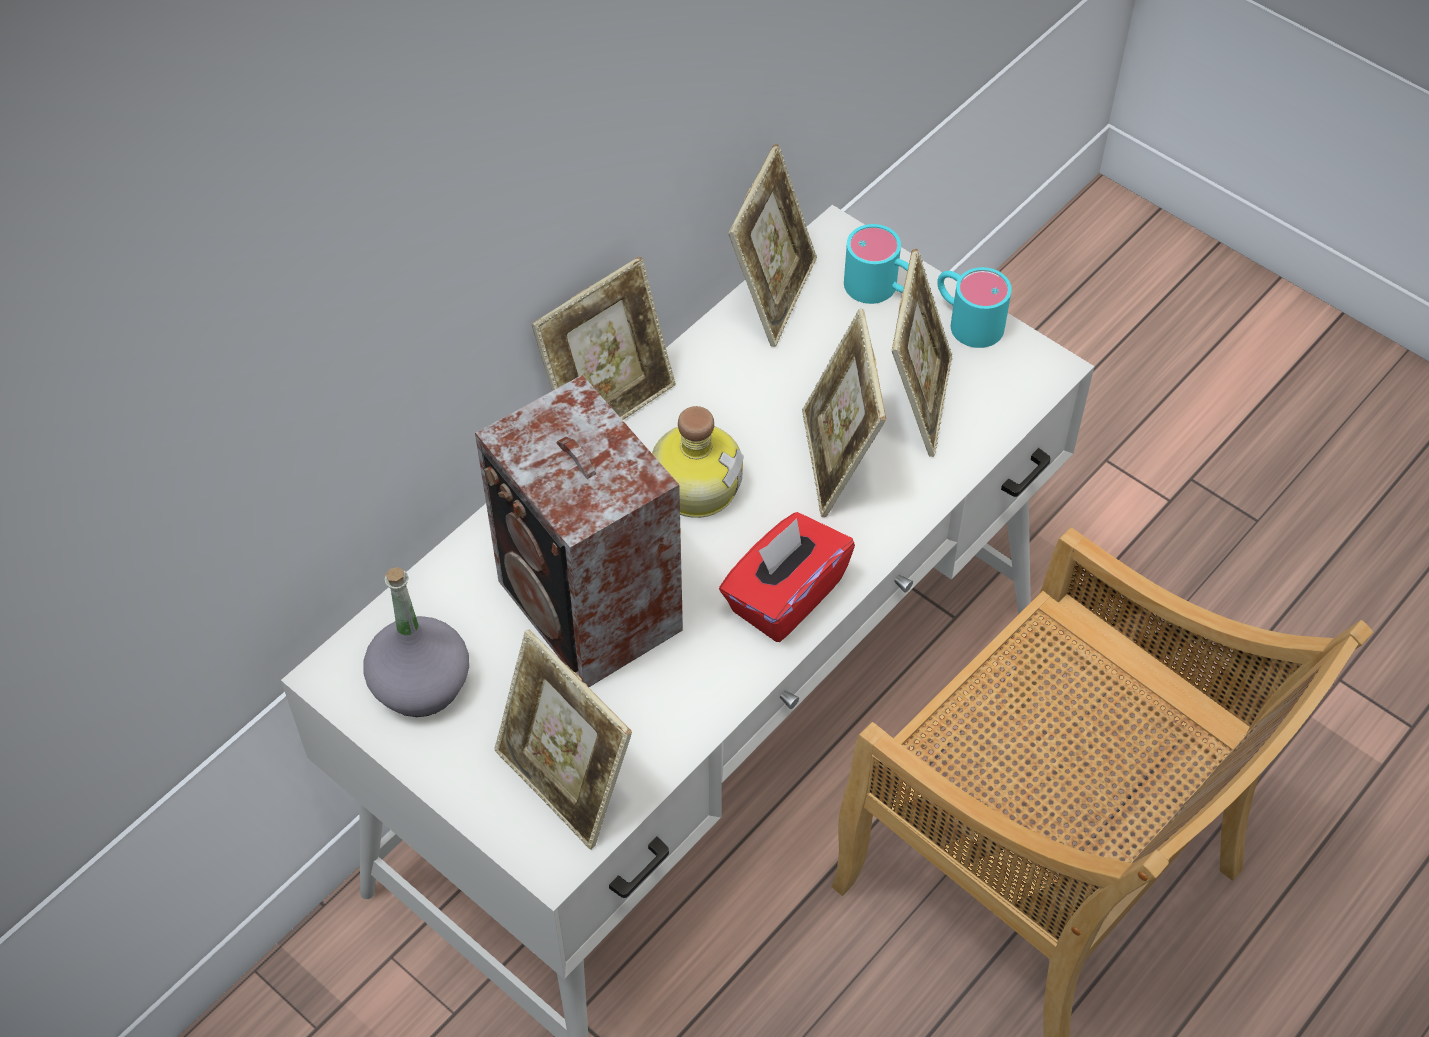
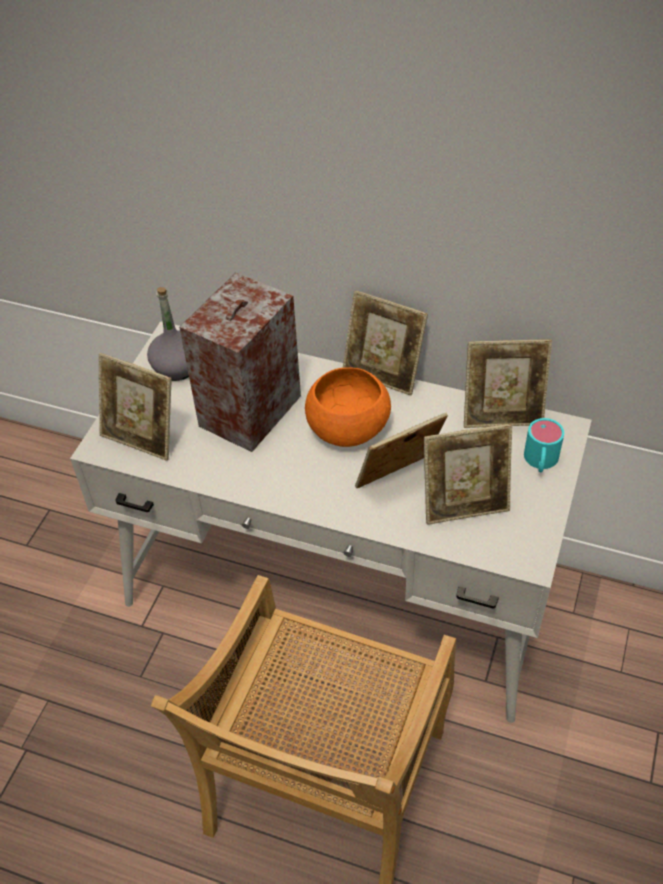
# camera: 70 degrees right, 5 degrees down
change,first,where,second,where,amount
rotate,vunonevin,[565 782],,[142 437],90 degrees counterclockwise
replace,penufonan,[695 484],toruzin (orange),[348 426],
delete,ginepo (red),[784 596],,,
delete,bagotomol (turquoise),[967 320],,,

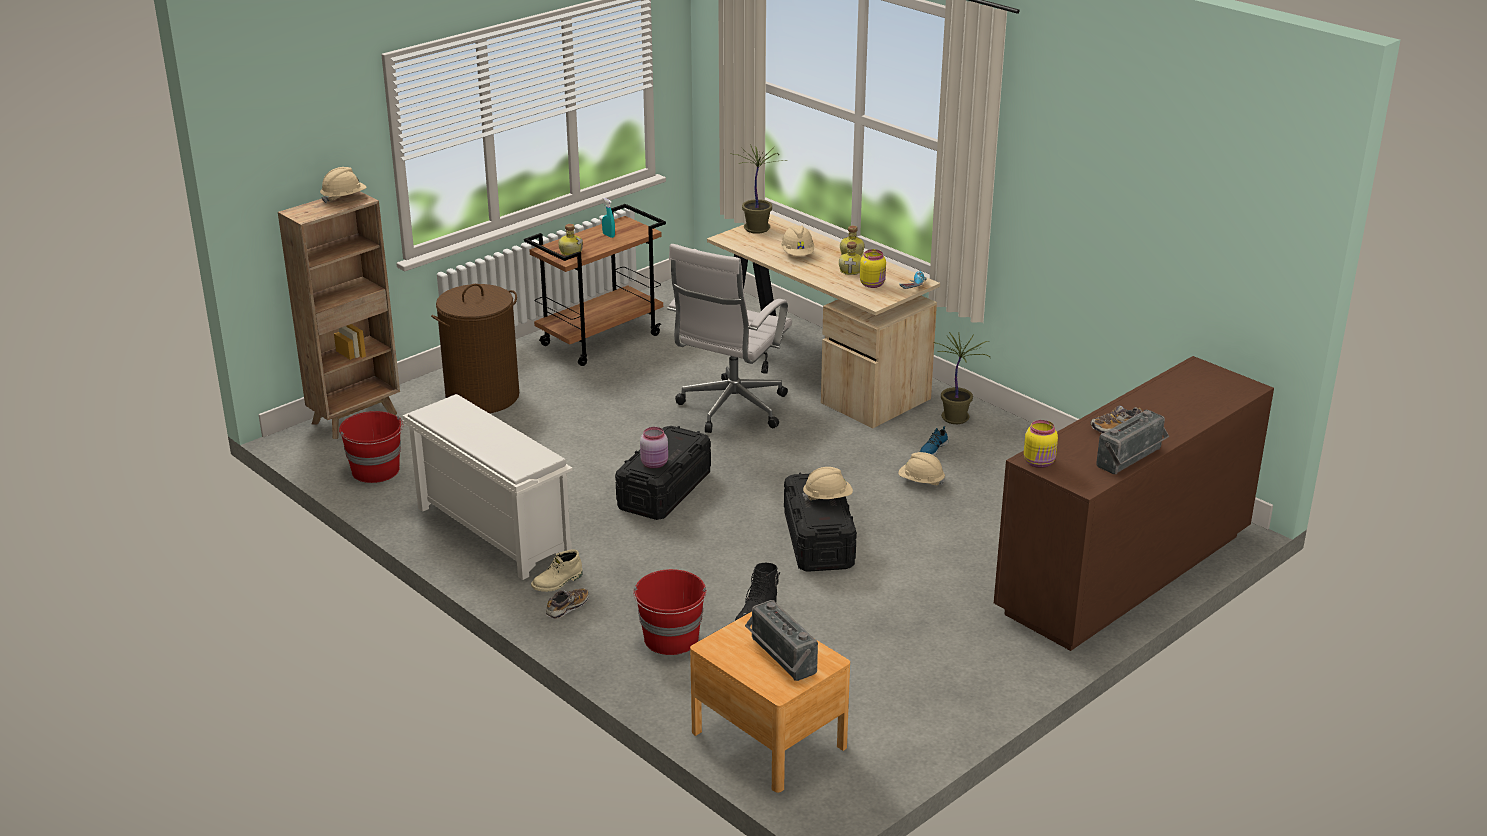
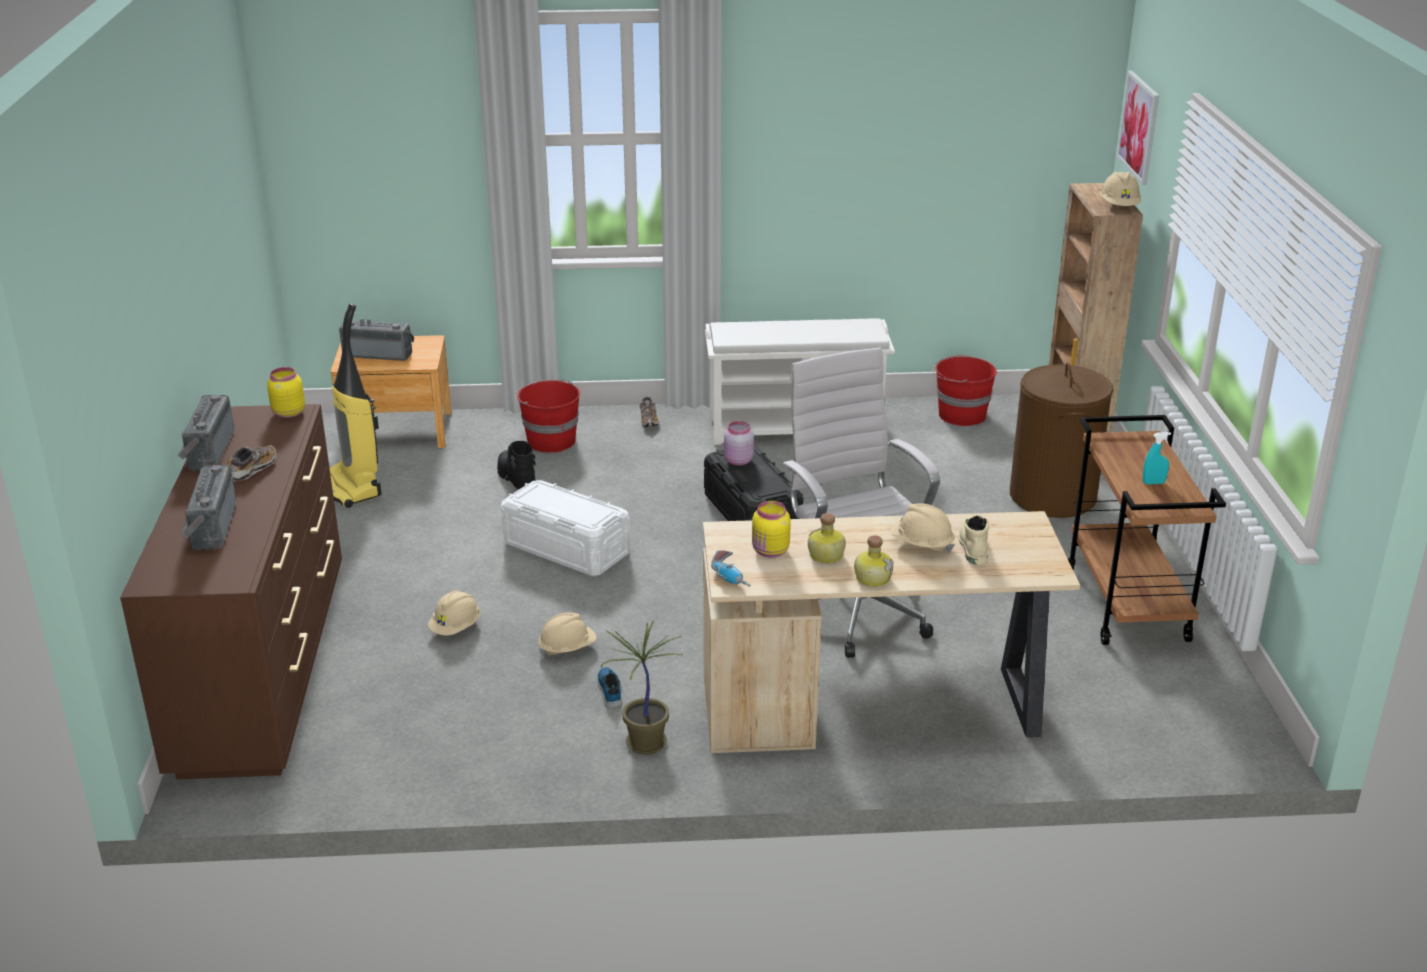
# camera: 130 degrees right, 0 degrees up
change,first,where,second,where,amount
move,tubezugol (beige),[557 582],,[972 545],
delete,penufonan,[570 252],,,
delete,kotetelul,[757 228],,,
recolor,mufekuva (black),[818 540],mufekuva (white),[566 548],
move,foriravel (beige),[827 497],,[456 628],
insert,,,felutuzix,[209 527],
insert,,,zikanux,[352 488],
insert,,,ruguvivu,[1139 127],

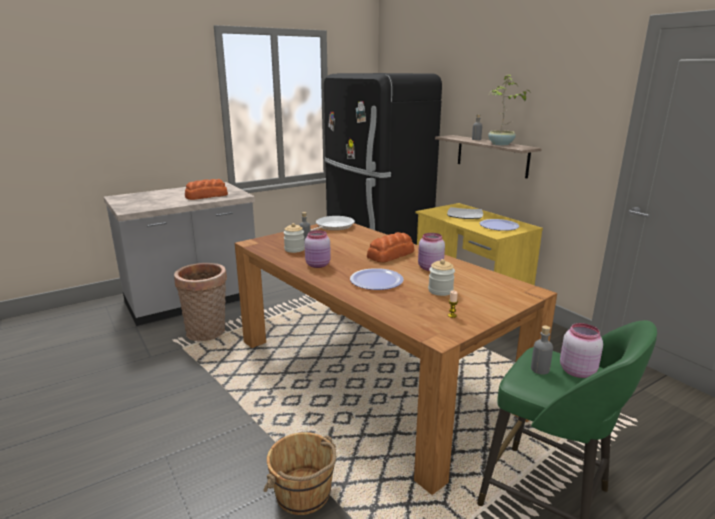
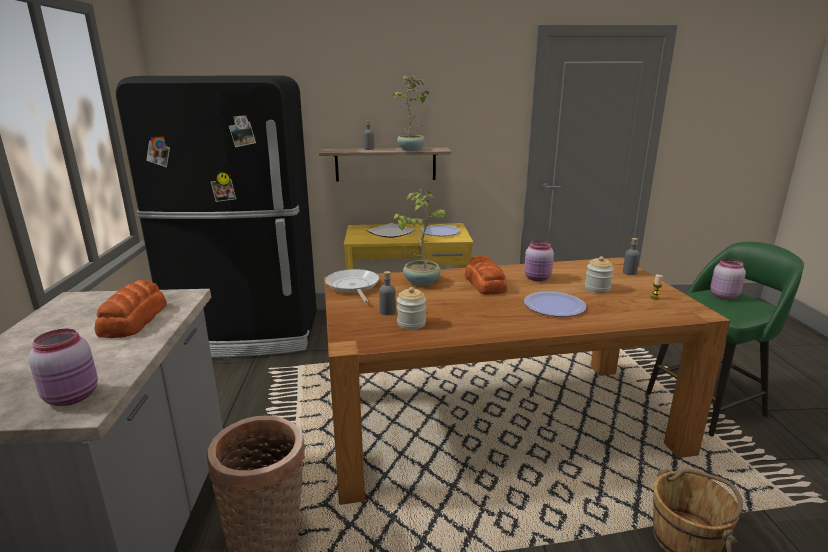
# camera: 60 degrees left, 0 degrees up
change,first,where,second,where,amount
move,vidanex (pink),[318 265],,[73 396],
move,penufonan (grey),[540 369],,[629 272],
insert,,,kotetelul,[421 282],

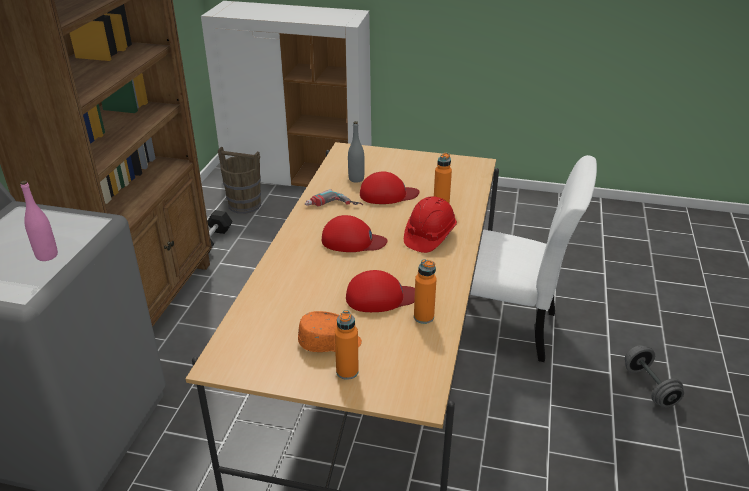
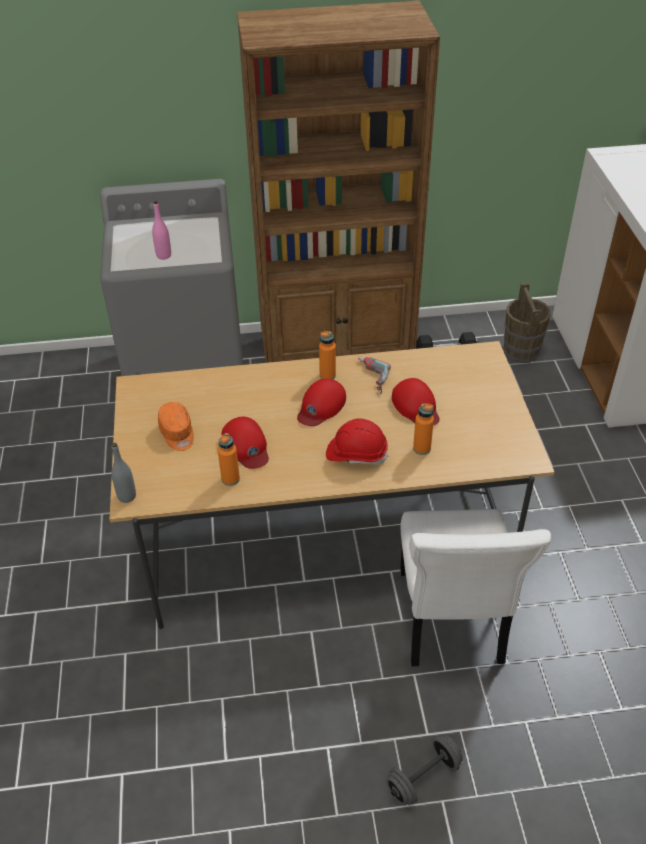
# camera: 70 degrees right, 10 degrees up
change,first,where,second,where,amount
rotate,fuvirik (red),[353 241],,[321 406],45 degrees clockwise
move,penufonan (orange),[347 371],,[327 375],
move,penufonan (grey),[356 179],,[127 496],

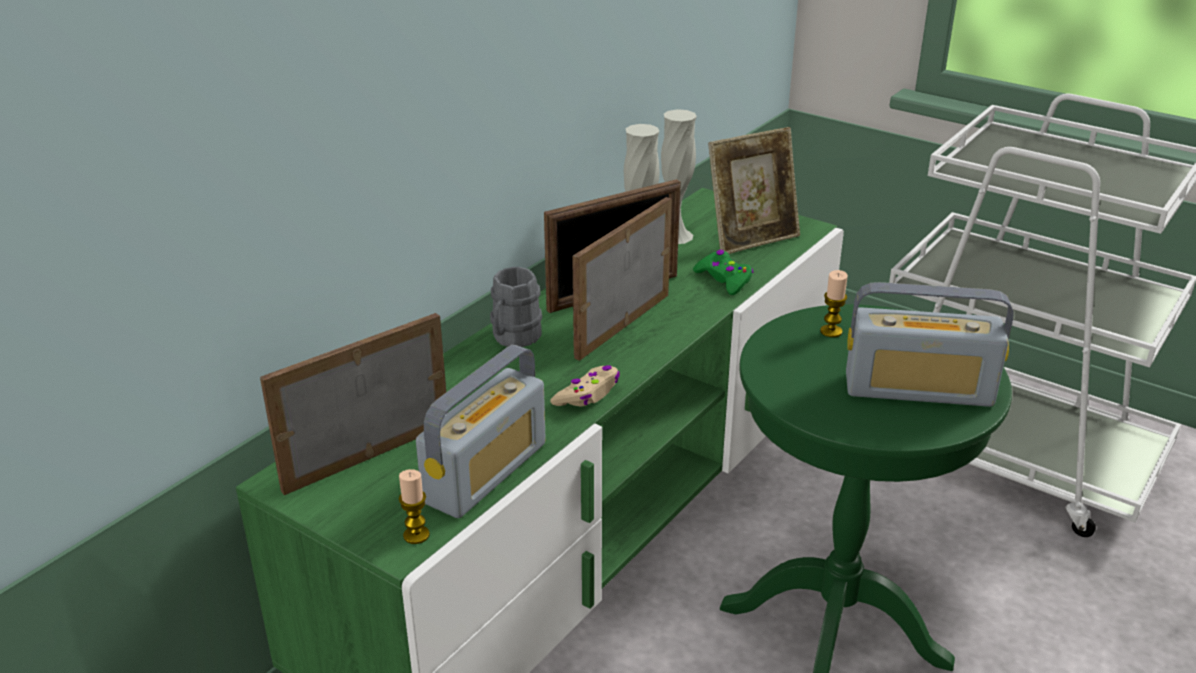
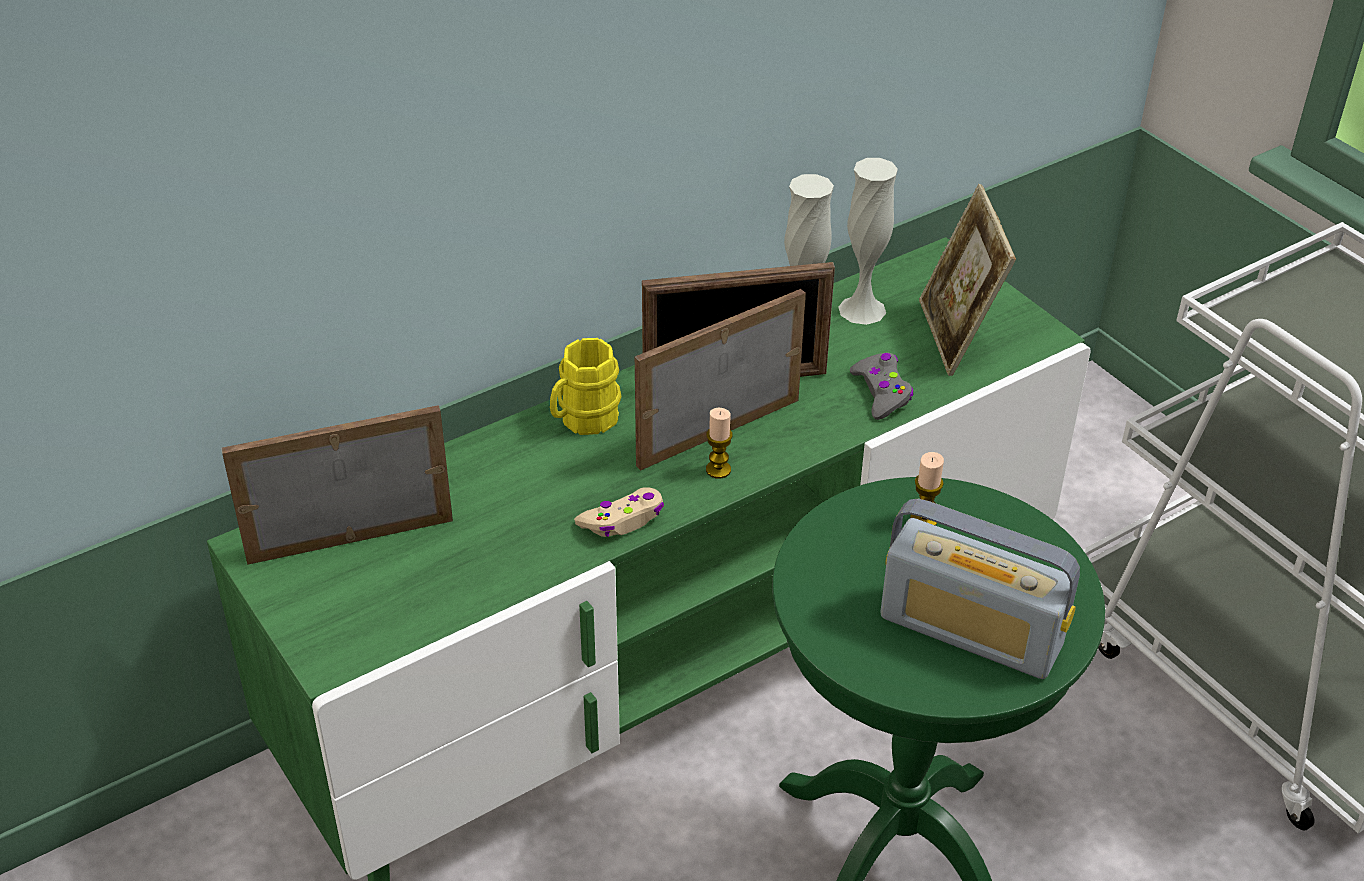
# camera: 20 degrees right, 10 degrees up
change,first,where,second,where,amount
move,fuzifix,[416 535],,[718 470],
delete,felutuzix,[486 472],,,
recolor,bagotomol (grey),[513 338],bagotomol (yellow),[583 419],
recolor,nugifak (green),[724 279],nugifak (grey),[881 392],
rotate,vunonevin,[752 239],,[957 336],90 degrees clockwise

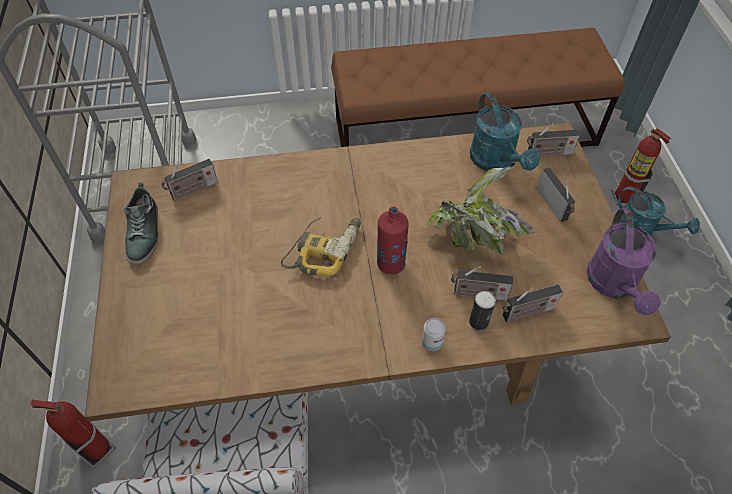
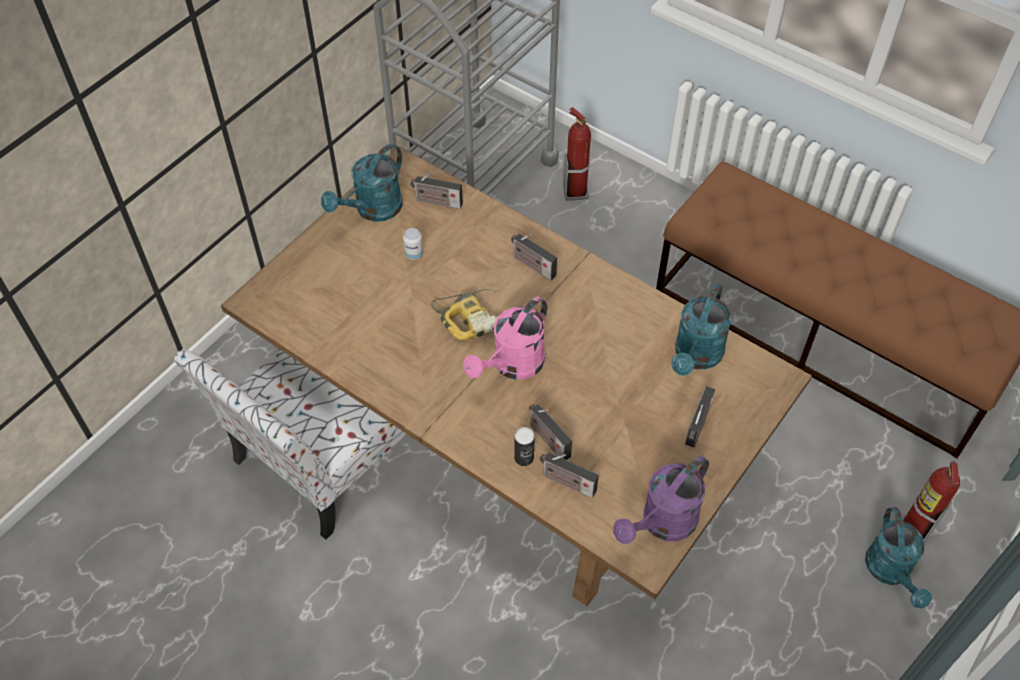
# camera: 45 degrees right, 0 degrees up
change,first,where,second,where,amount
move,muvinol,[97 449],,[575 191],
replace,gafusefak,[145 233],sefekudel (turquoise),[373 210],
replace,penufonan (red),[391 263],sefekudel (pink),[512 366],
delete,kotetelul,[472 240],,,
move,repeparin,[431 343],,[414 254],
move,felutuzix,[547 153],,[532 265],

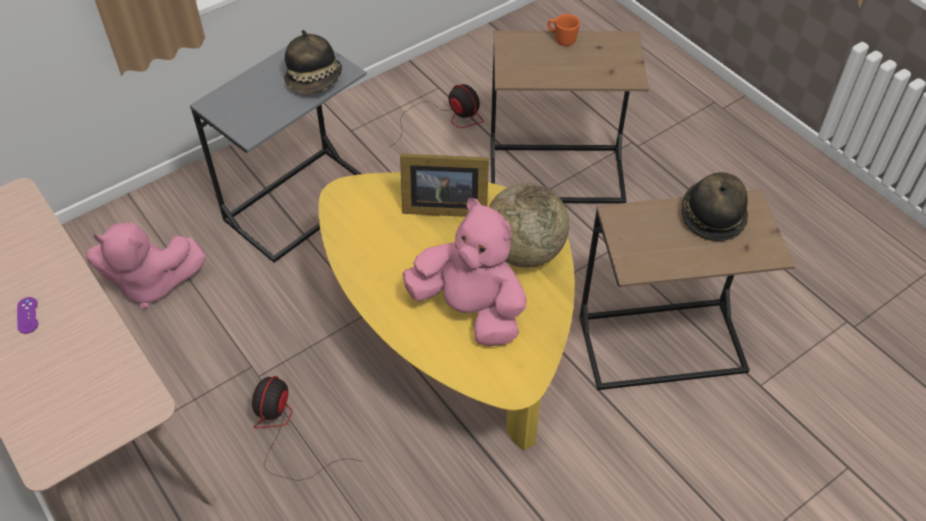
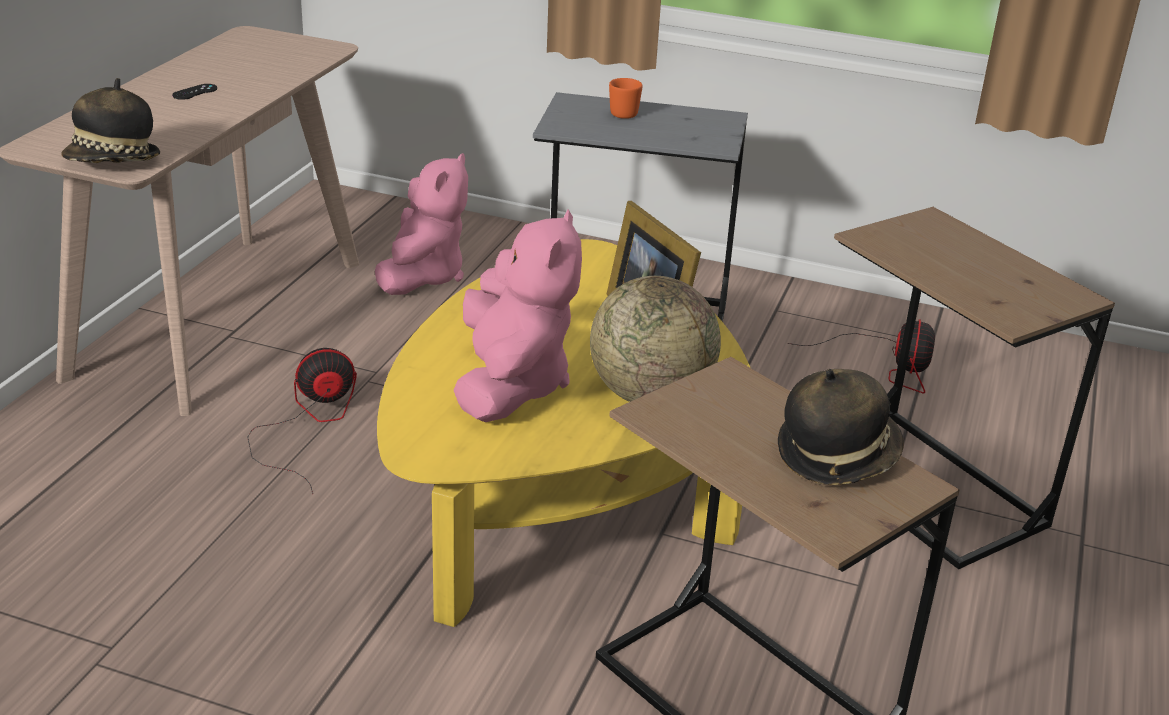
# camera: 55 degrees right, 20 degrees down
change,first,where,second,where,amount
recolor,nugifak (purple),[27 315],nugifak (black),[195 92],
rotate,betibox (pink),[151 283],,[423 275],135 degrees counterclockwise
move,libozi,[315 80],,[113 162],
move,bagotomol (orange),[561 39],,[623 113],

